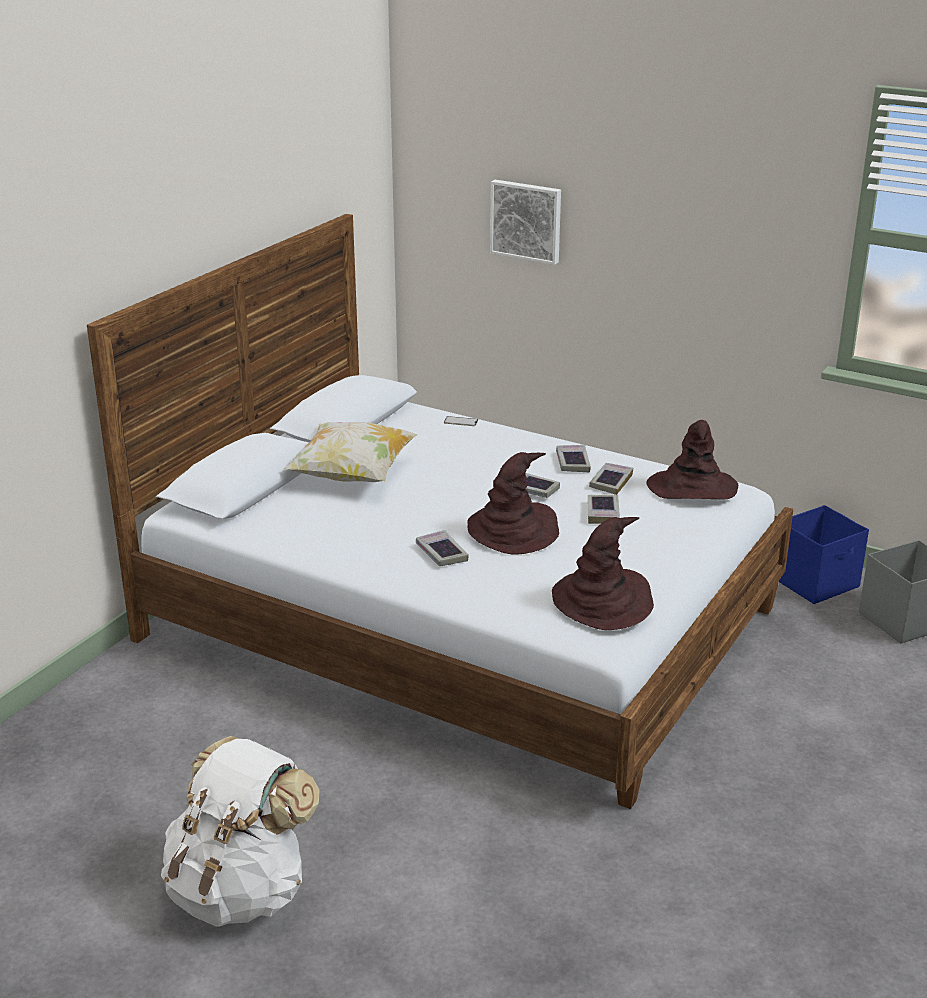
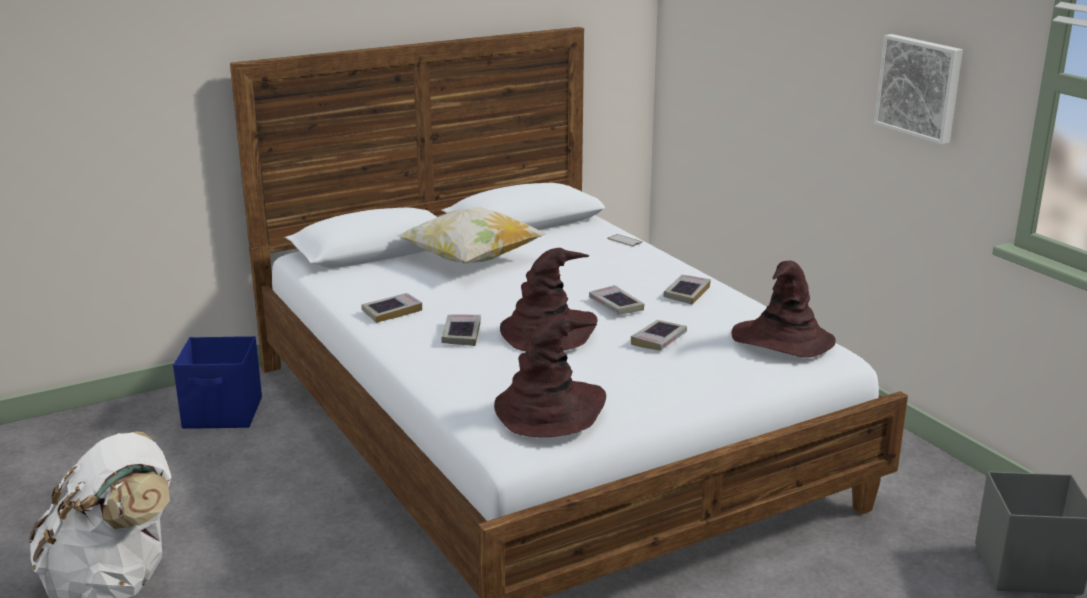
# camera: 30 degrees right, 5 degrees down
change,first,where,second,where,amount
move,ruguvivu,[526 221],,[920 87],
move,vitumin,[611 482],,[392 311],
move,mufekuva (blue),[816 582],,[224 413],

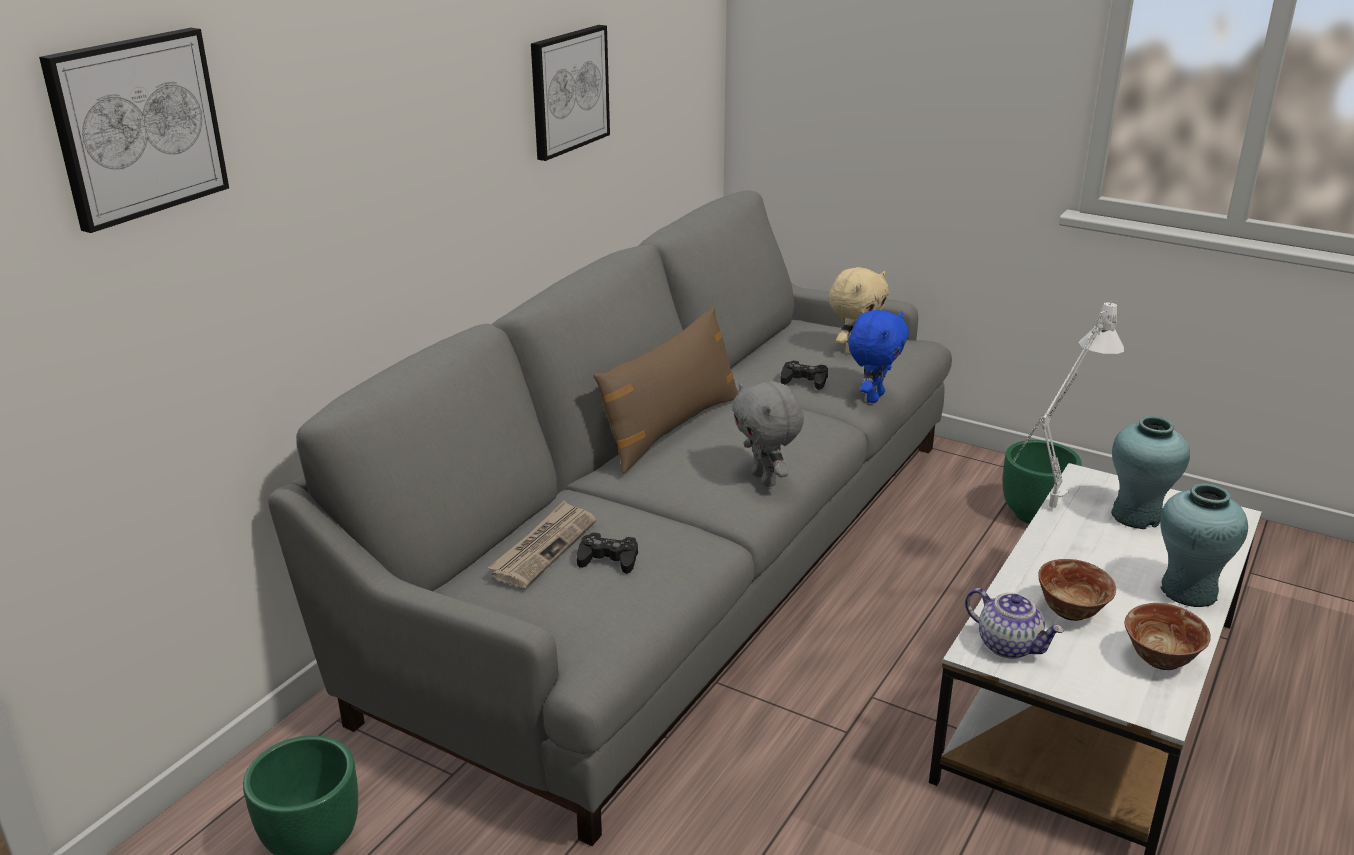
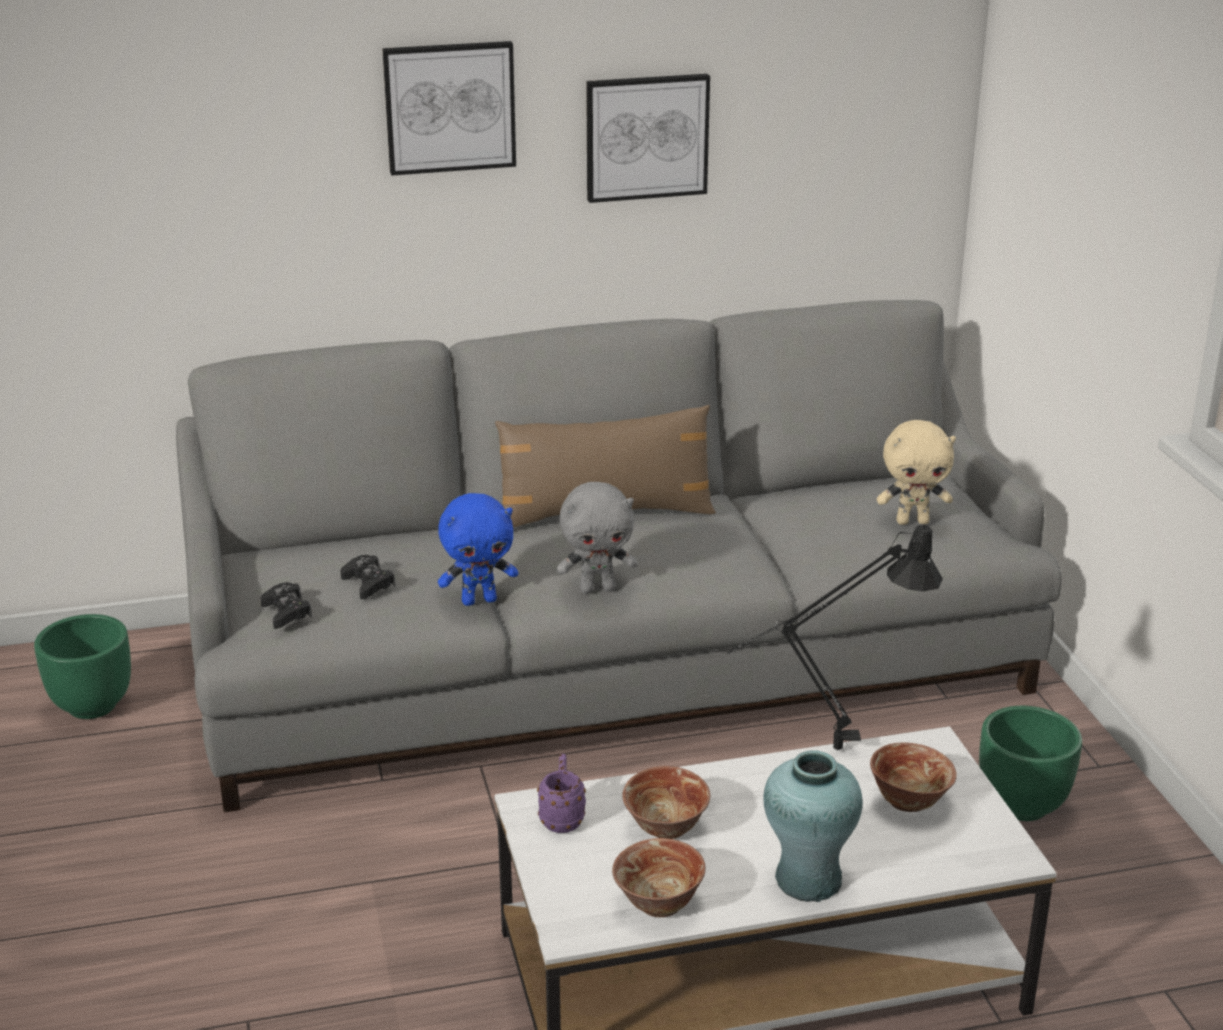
# camera: 45 degrees right, 0 degrees up
change,first,where,second,where,amount
move,ruguvivu,[137 126],,[449 107],
delete,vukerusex,[544 547],,,
rotate,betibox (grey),[765 480],,[597 589],120 degrees counterclockwise
move,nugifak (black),[804 380],,[286 612],
move,betibox (blue),[873 397],,[479 600],
replace,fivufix,[1009 645],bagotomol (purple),[562 817],
recolor,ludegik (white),[1046 513],ludegik (black),[823 751],
replace,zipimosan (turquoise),[1137 515],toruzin,[909 801],

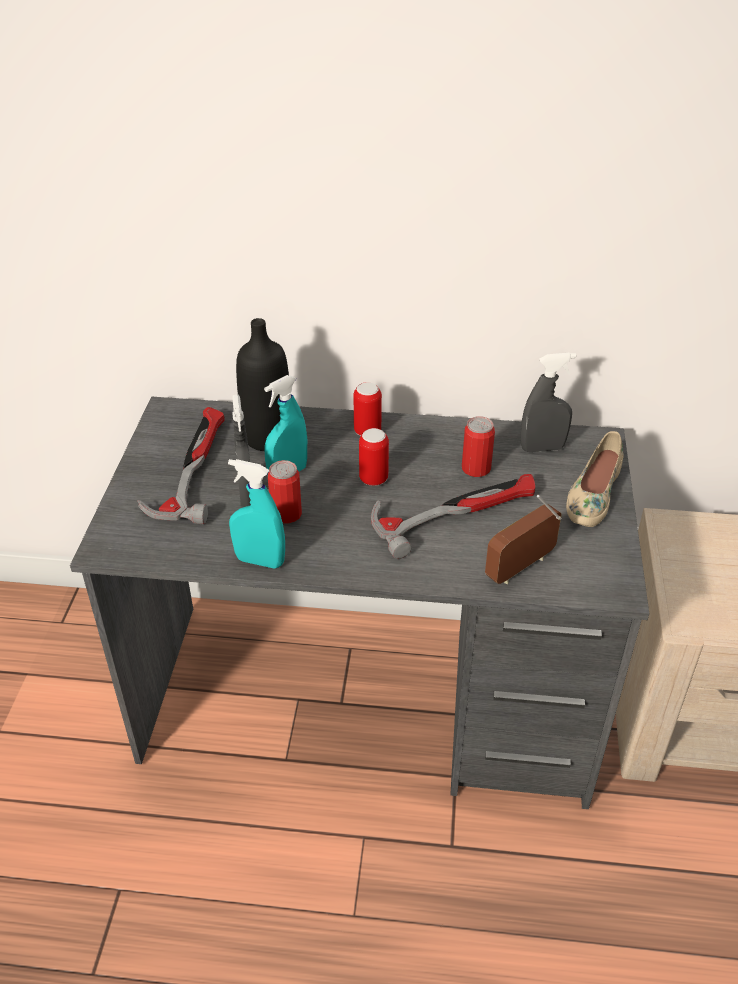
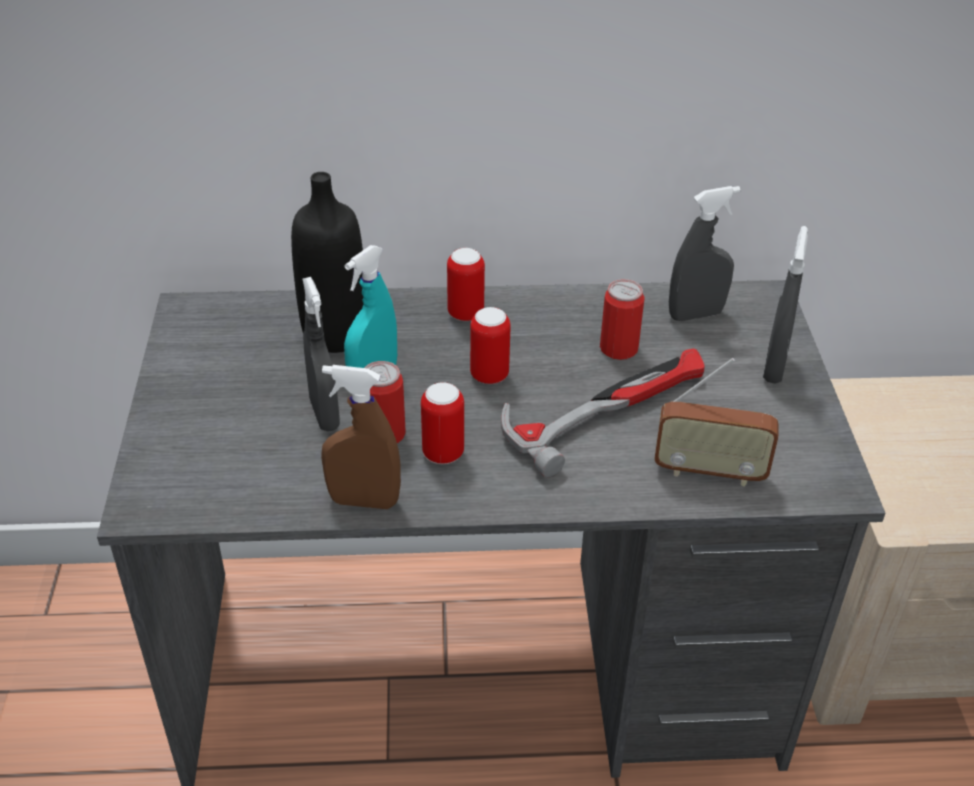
# camera: 10 degrees left, 0 degrees up
change,first,where,second,where,amount
delete,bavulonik,[191 468],,,
recolor,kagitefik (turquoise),[260 561],kagitefik (brown),[364 501],
rotate,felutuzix,[520 567],,[709 472],120 degrees counterclockwise
replace,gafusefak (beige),[592 494],kagitefik (grey),[774 367],
insert,,,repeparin,[443 453],

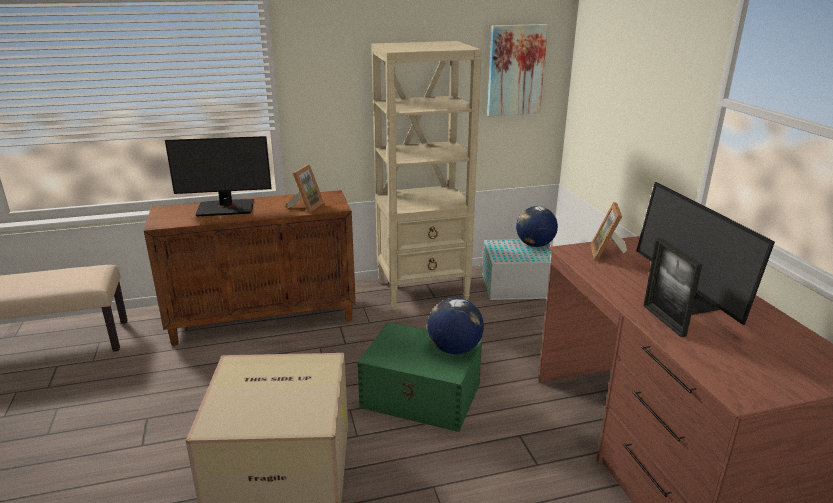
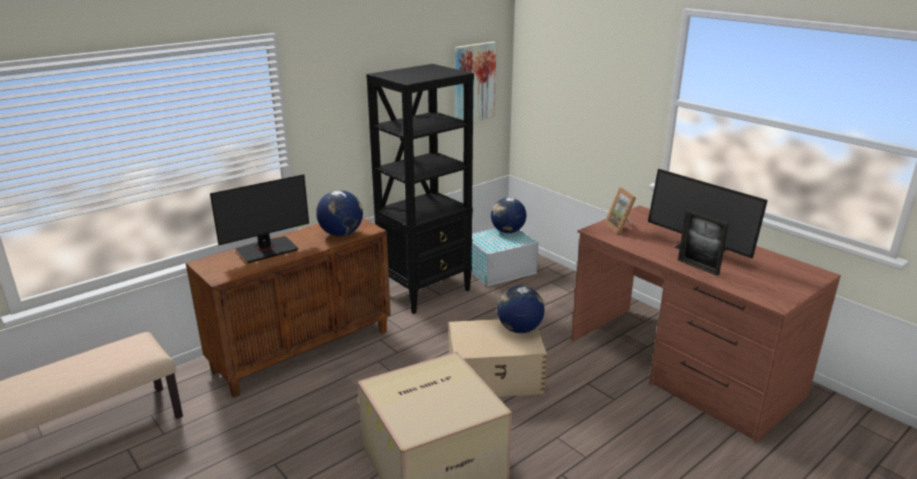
# camera: 25 degrees left, 0 degrees up
change,first,where,second,where,amount
replace,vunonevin,[306 206],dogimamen,[341 234],
recolor,mufekuva (green),[422 396],mufekuva (beige),[496 376],
recolor,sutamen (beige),[423 290],sutamen (black),[426 291],

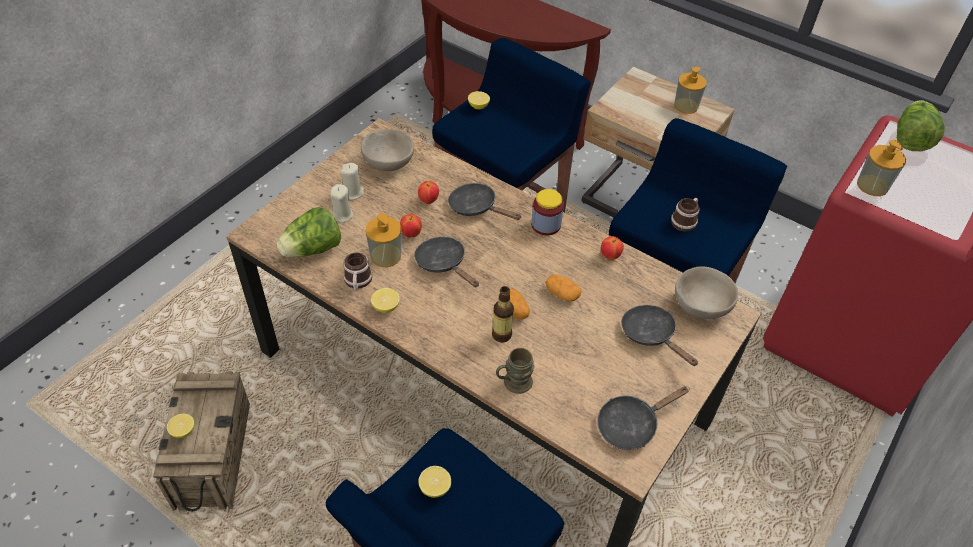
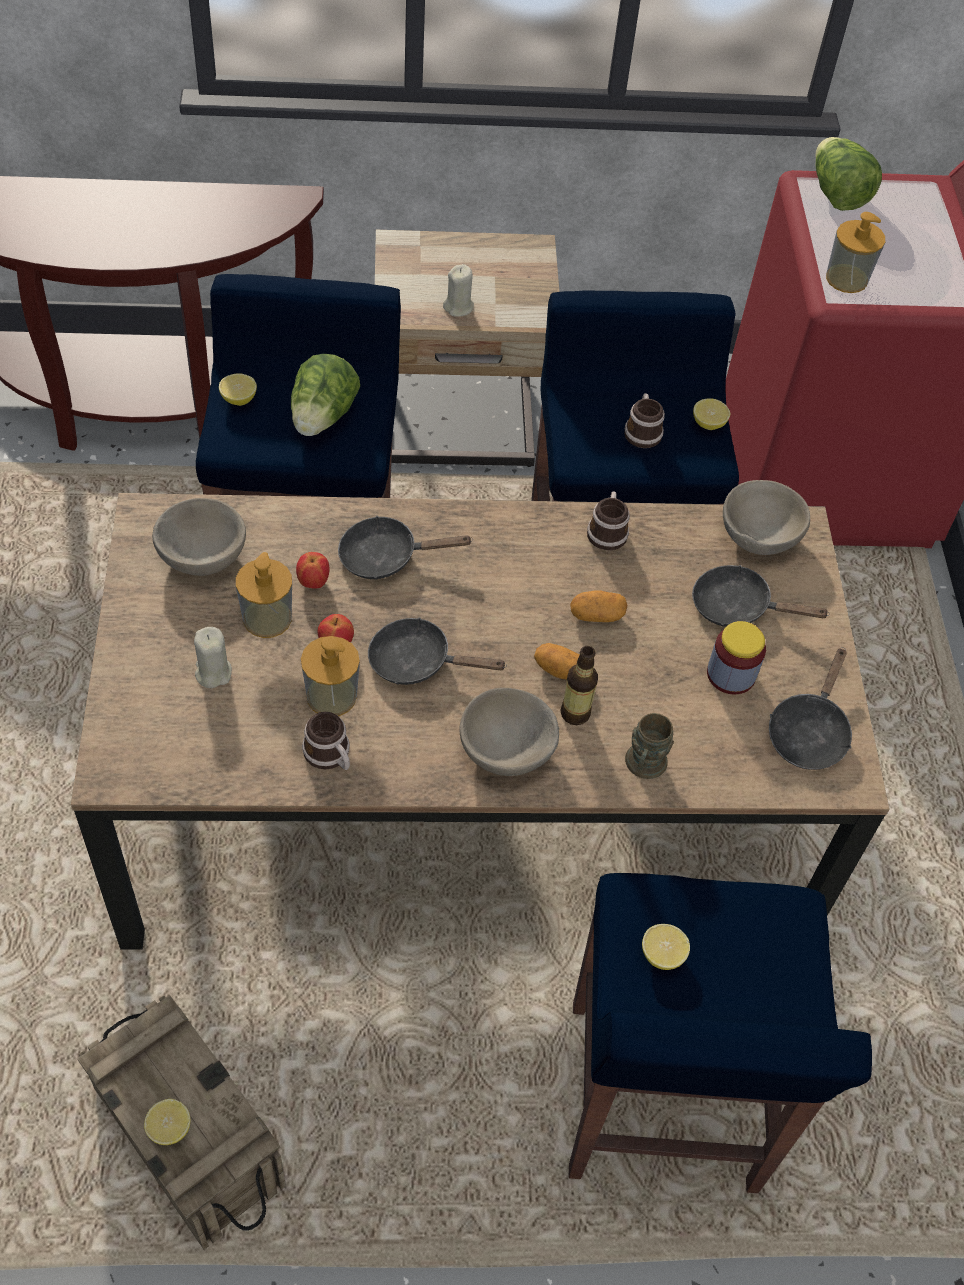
# camera: 40 degrees left, 5 degrees up
change,first,where,second,where,amount
move,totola,[313 249],,[323 417],
move,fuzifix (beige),[353 192],,[458 307],
move,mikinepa,[386 307],,[708 424],
move,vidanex,[546 225],,[731 674],
replace,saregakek,[610 256],bagotomol,[607 530],
move,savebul,[686 106],,[267 618],
insert,,,toruzin (beige),[505 751],

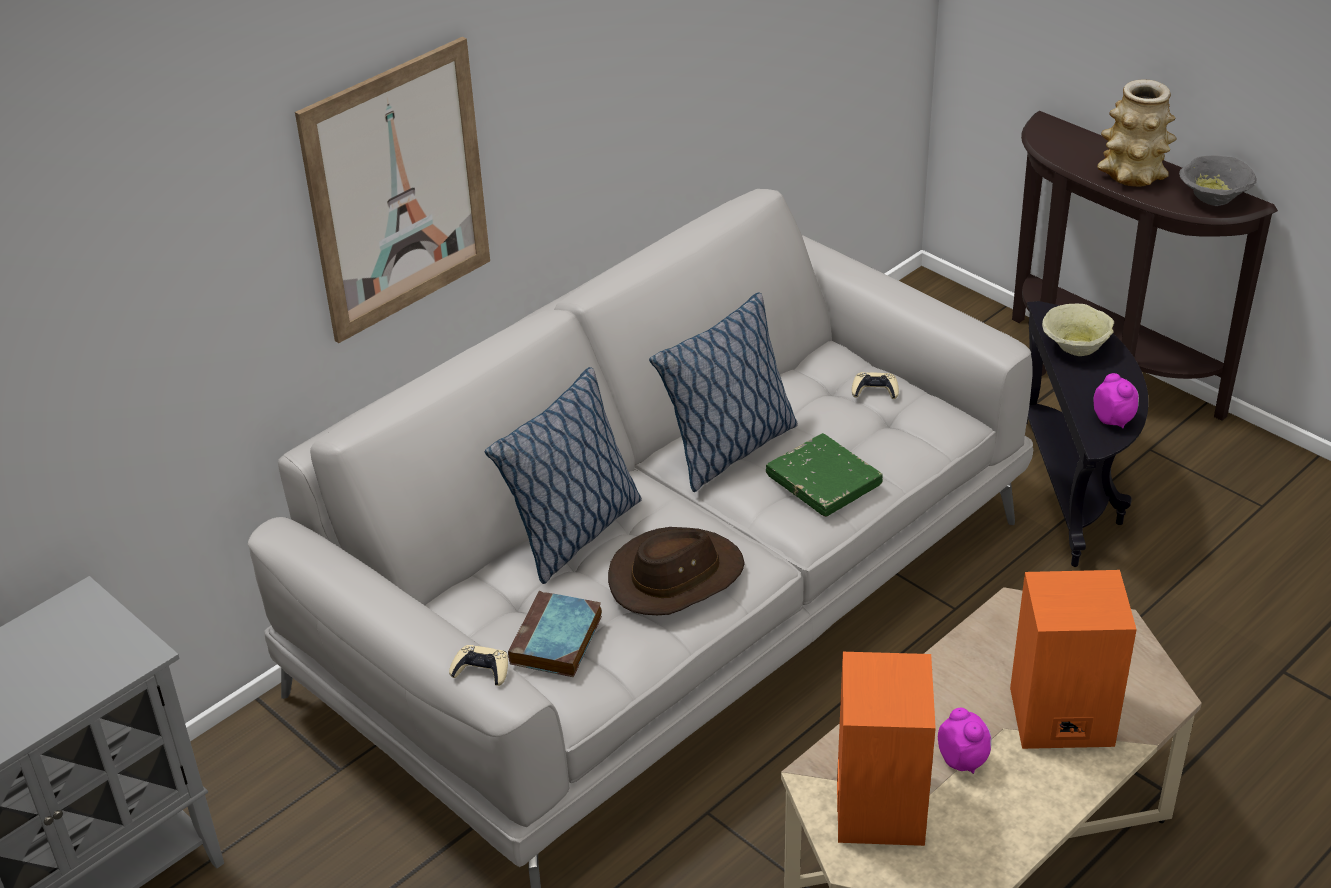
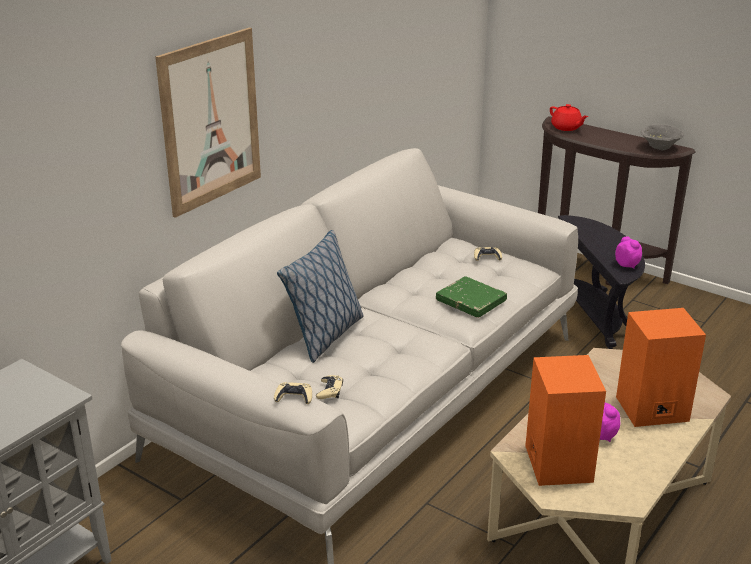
# camera: 10 degrees left, 10 degrees down
change,first,where,second,where,amount
replace,vitumin,[556 641],nugifak (beige),[330 390],
delete,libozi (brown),[676 576],,,
delete,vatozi,[728 450],,,
delete,toruzin (beige),[1076 346],,,
delete,zipimosan,[1132 174],,,
insert,,,fivufix (red),[566 128],

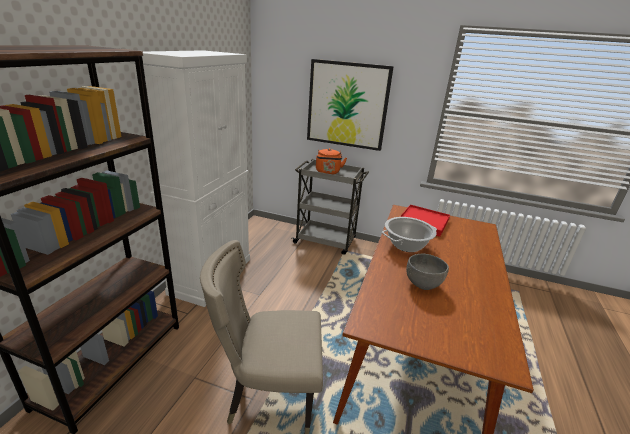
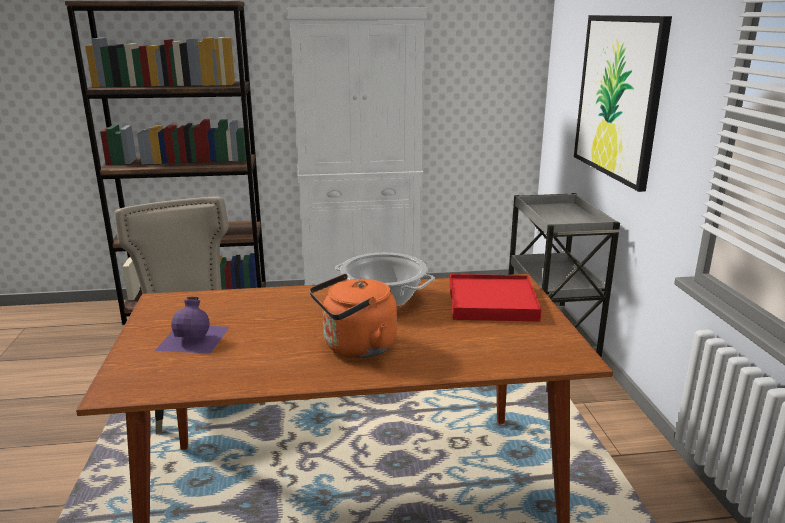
# camera: 65 degrees right, 5 degrees down
change,first,where,second,where,amount
move,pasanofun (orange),[328 172],,[356 347],
delete,toruzin (grey),[423 284],,,
insert,,,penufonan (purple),[194 337],

